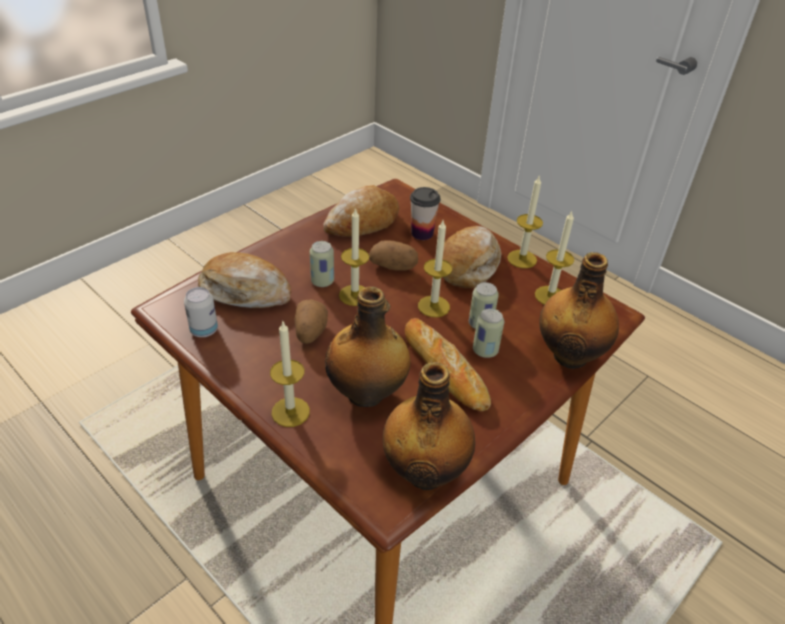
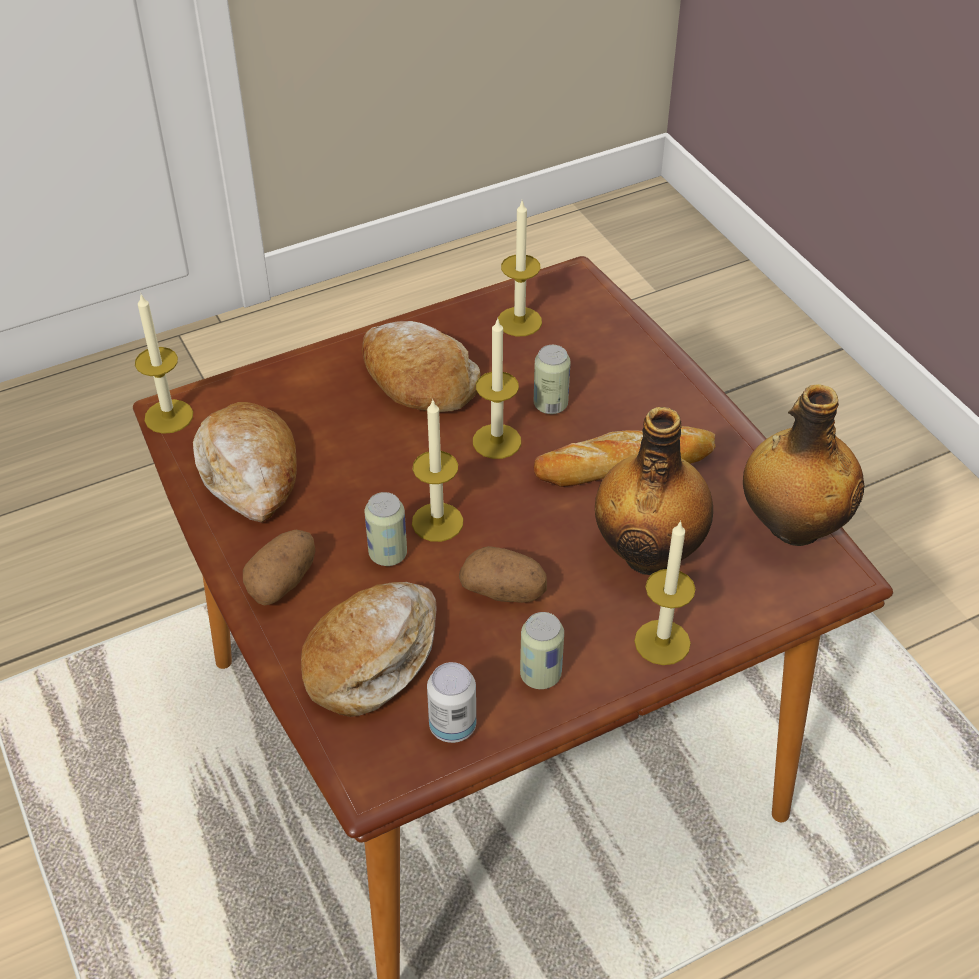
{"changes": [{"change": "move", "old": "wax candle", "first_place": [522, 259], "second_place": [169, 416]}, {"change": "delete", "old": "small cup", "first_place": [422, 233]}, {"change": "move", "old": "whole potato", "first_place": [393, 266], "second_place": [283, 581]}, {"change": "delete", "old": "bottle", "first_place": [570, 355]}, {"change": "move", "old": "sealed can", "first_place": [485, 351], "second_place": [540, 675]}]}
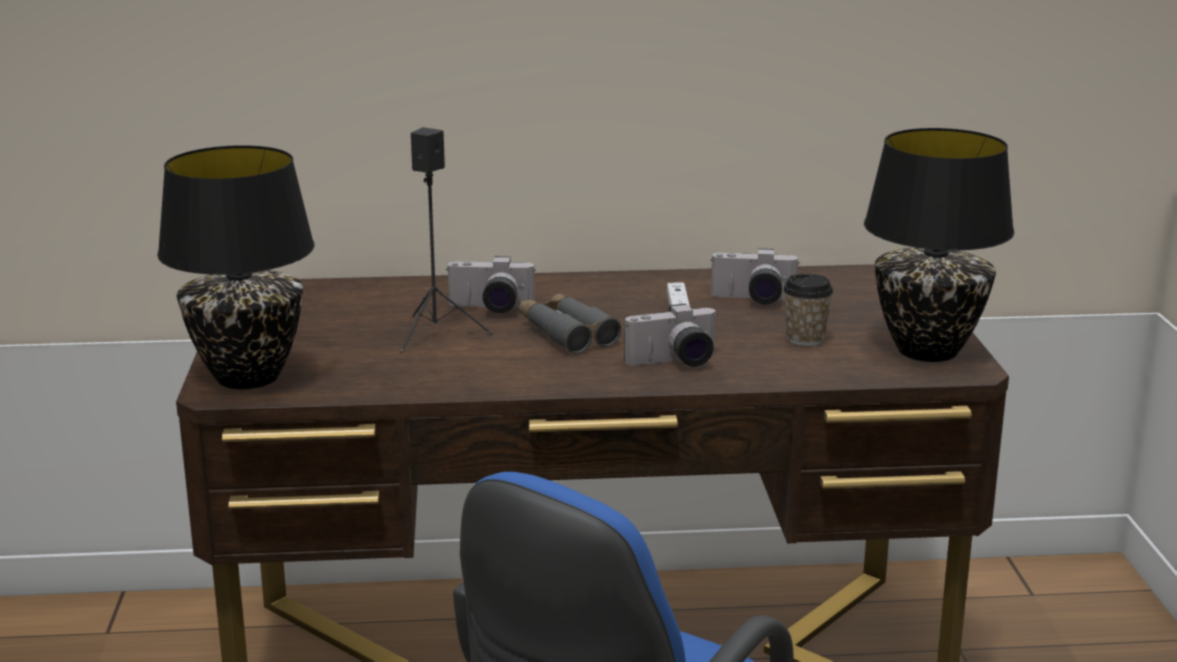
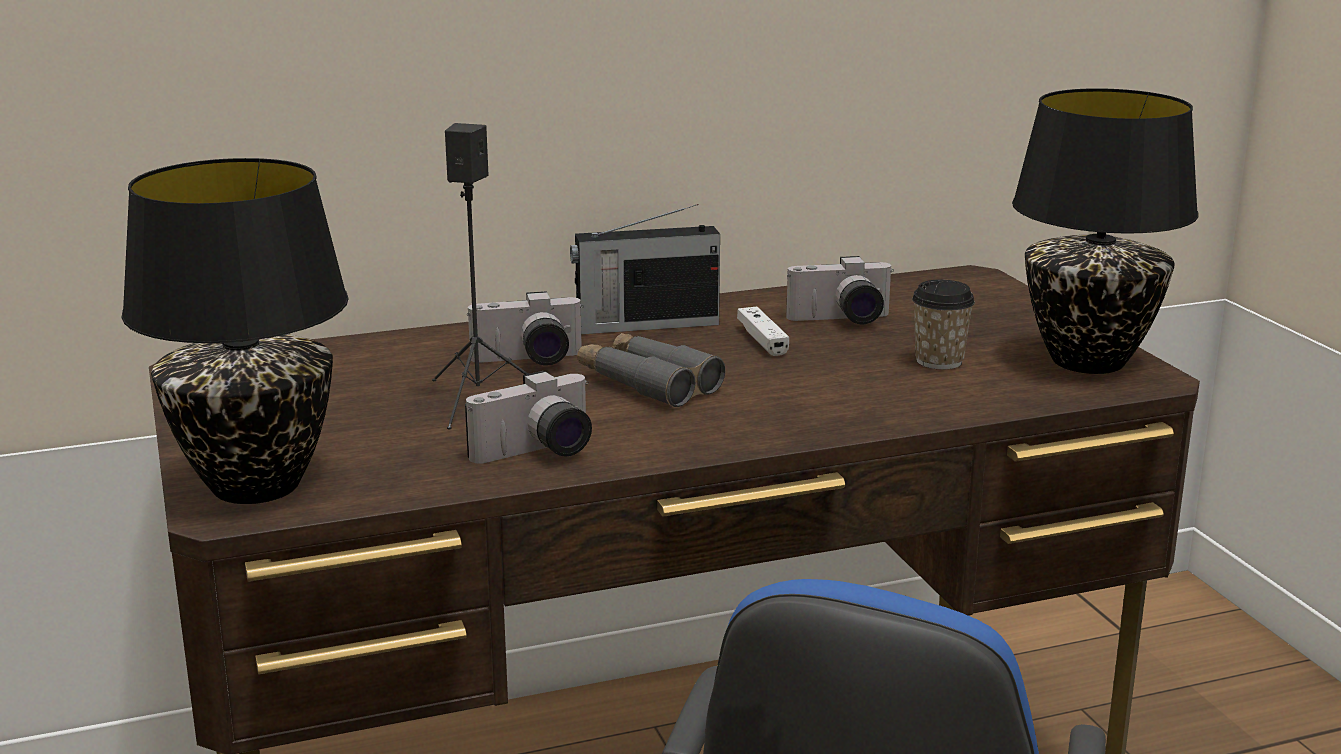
{"changes": [{"change": "move", "old": "photo camera", "first_place": [674, 362], "second_place": [538, 453]}, {"change": "insert", "new": "radio set", "second_place": [644, 324]}]}
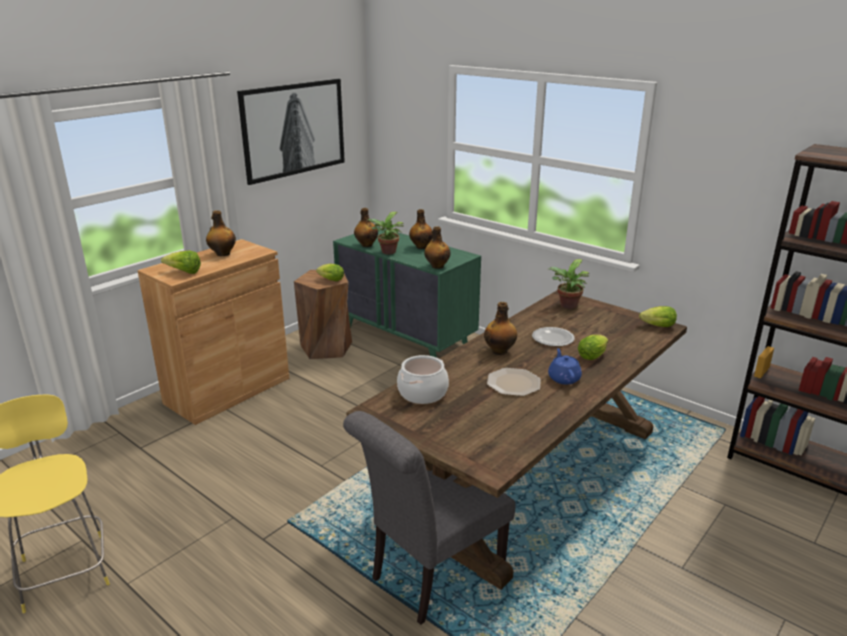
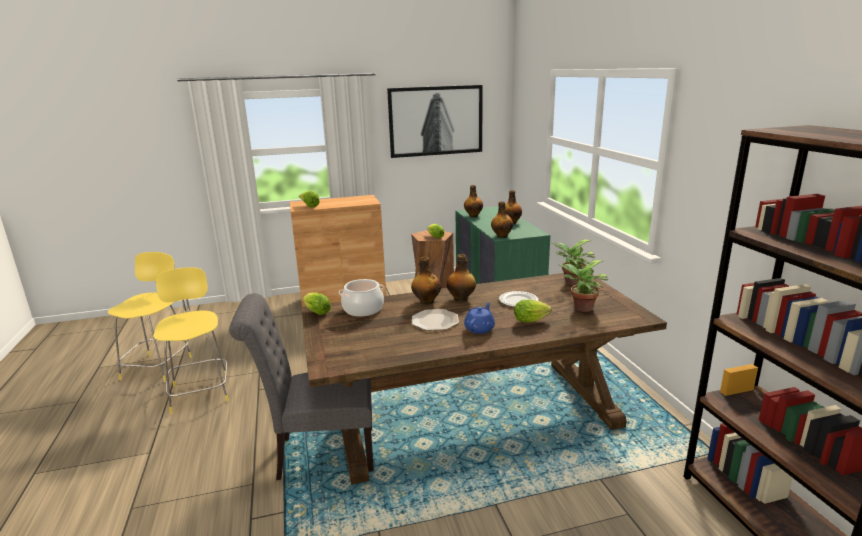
{"changes": [{"change": "move", "old": "bottle", "first_place": [222, 254], "second_place": [426, 301]}, {"change": "move", "old": "houseplant", "first_place": [387, 252], "second_place": [581, 308]}, {"change": "move", "old": "head of lettuce", "first_place": [655, 326], "second_place": [315, 312]}, {"change": "insert", "new": "yellowish sitting stool", "second_place": [200, 392]}]}
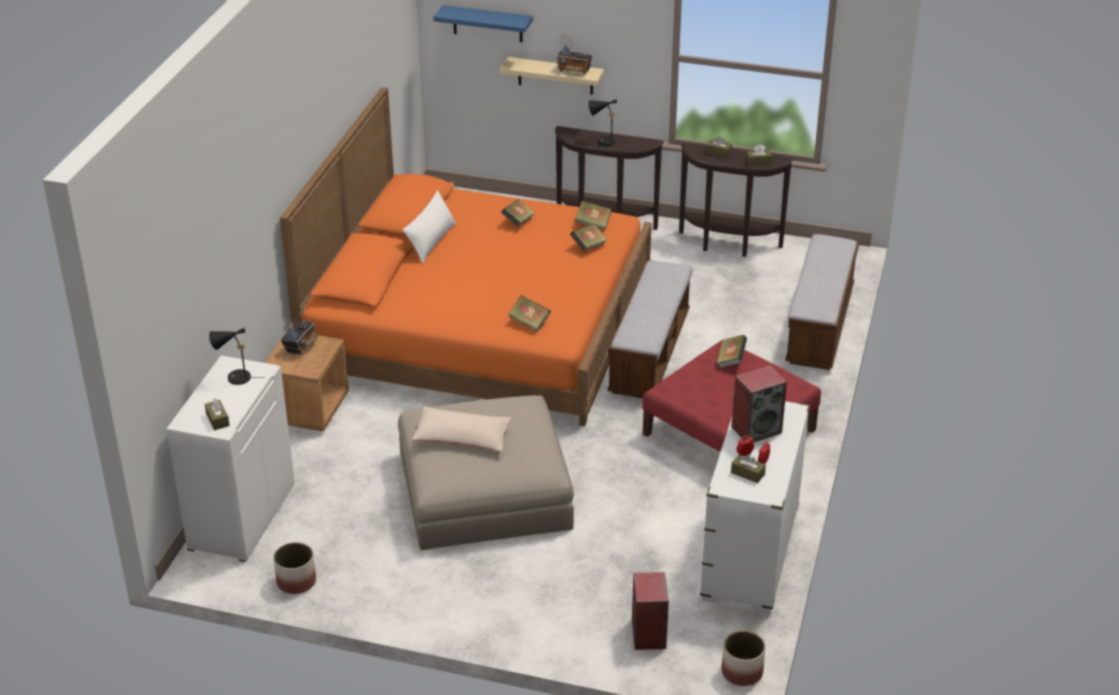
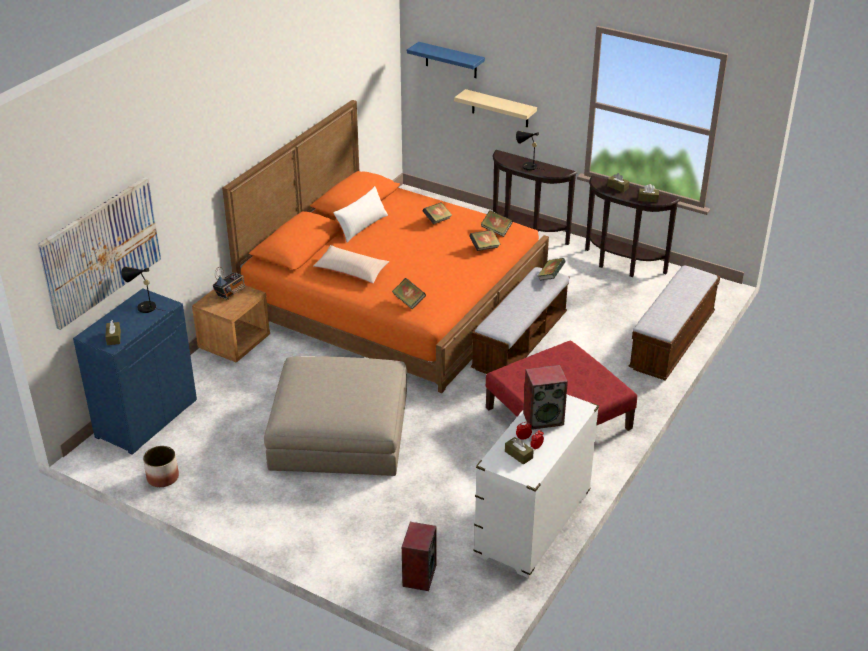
{"changes": [{"change": "delete", "old": "radio set", "first_place": [574, 71]}, {"change": "move", "old": "book", "first_place": [731, 360], "second_place": [550, 276]}, {"change": "recolor", "old": "white-coloured storage cabinet", "new": "bluish storage cabinet", "first_place": [241, 516], "second_place": [146, 418]}, {"change": "move", "old": "sand-coloured throw pillow", "first_place": [462, 437], "second_place": [351, 271]}, {"change": "delete", "old": "plant pot", "first_place": [742, 672]}, {"change": "insert", "new": "wall picture", "second_place": [101, 251]}]}
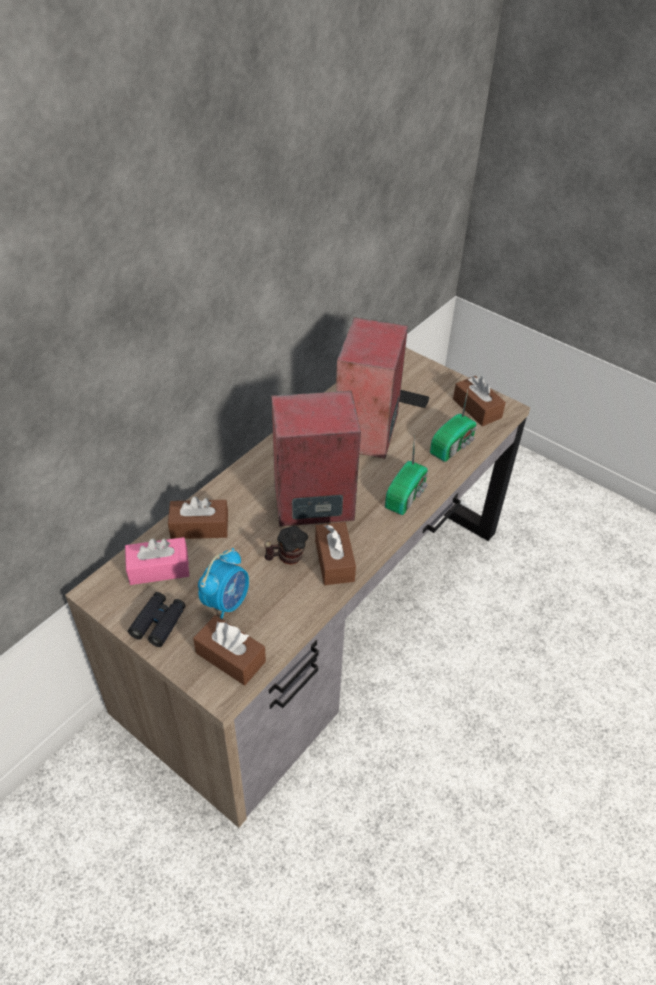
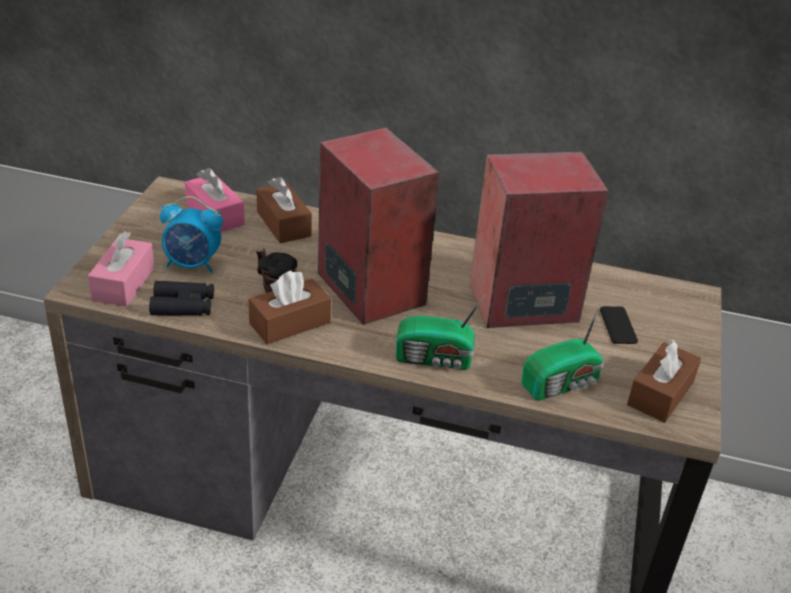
{"changes": [{"change": "rotate", "old": "radio set", "first_place": [453, 445], "second_place": [562, 384], "degrees": -45}, {"change": "move", "old": "black-coloured field glasses", "first_place": [158, 622], "second_place": [183, 305]}, {"change": "recolor", "old": "brownish tissue box", "new": "pink tissue box", "first_place": [230, 657], "second_place": [123, 283]}]}
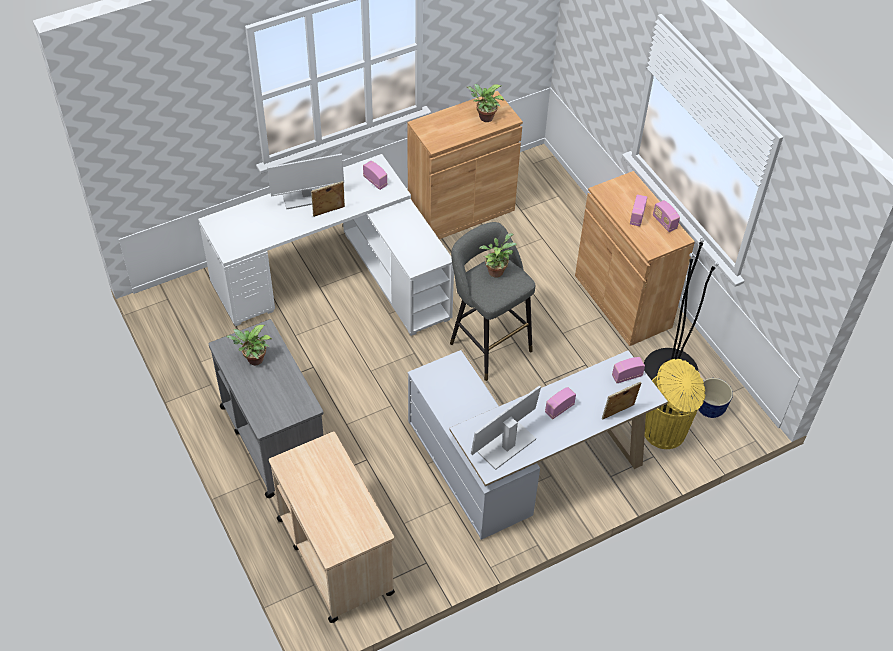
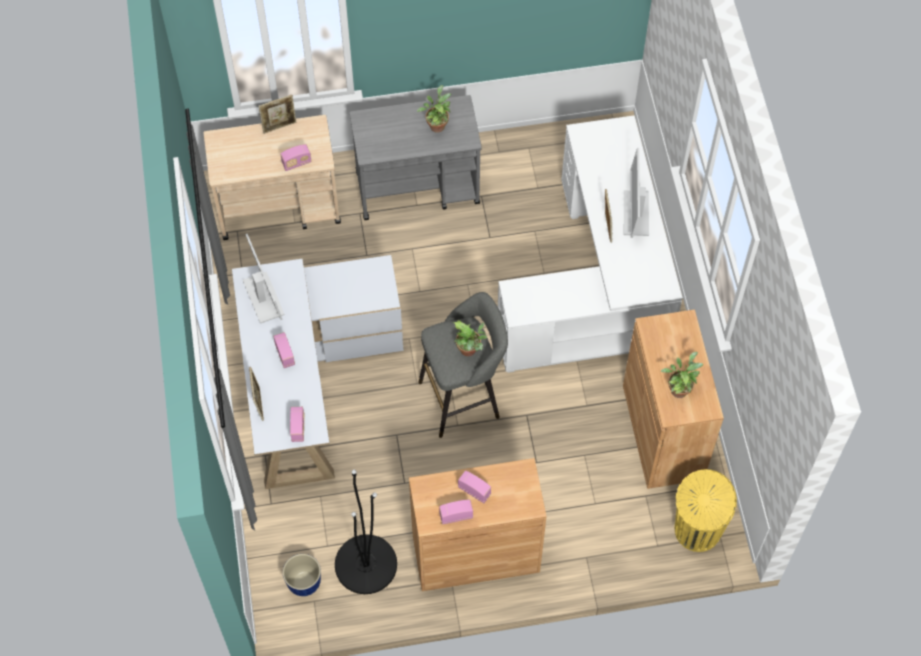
{"changes": [{"change": "move", "old": "radio set", "first_place": [375, 181], "second_place": [296, 163]}, {"change": "move", "old": "yellowish waste bin", "first_place": [666, 431], "second_place": [696, 531]}, {"change": "insert", "new": "standing frame", "second_place": [279, 126]}]}
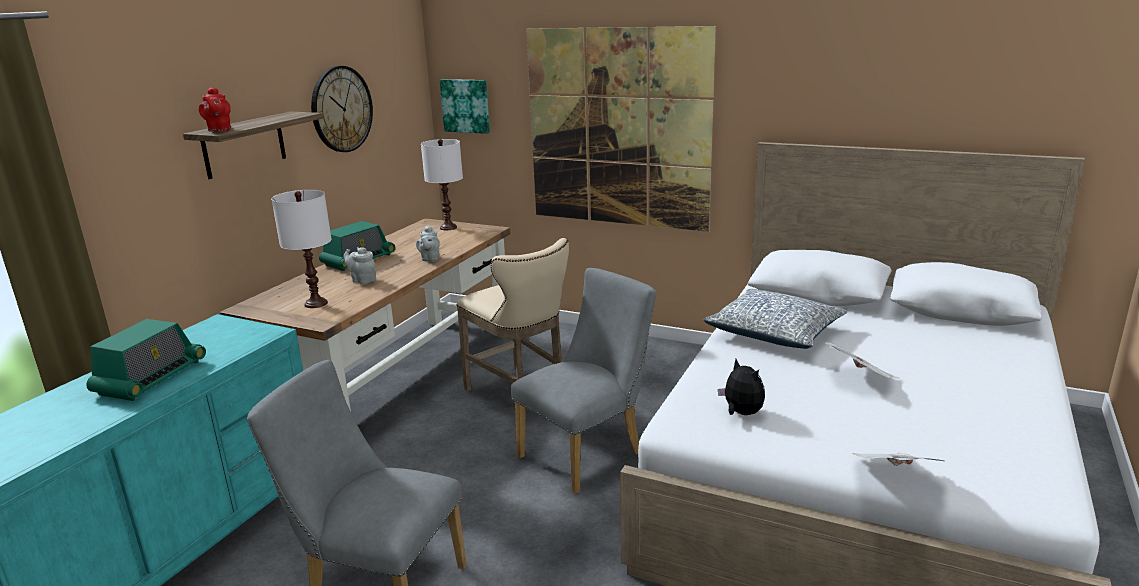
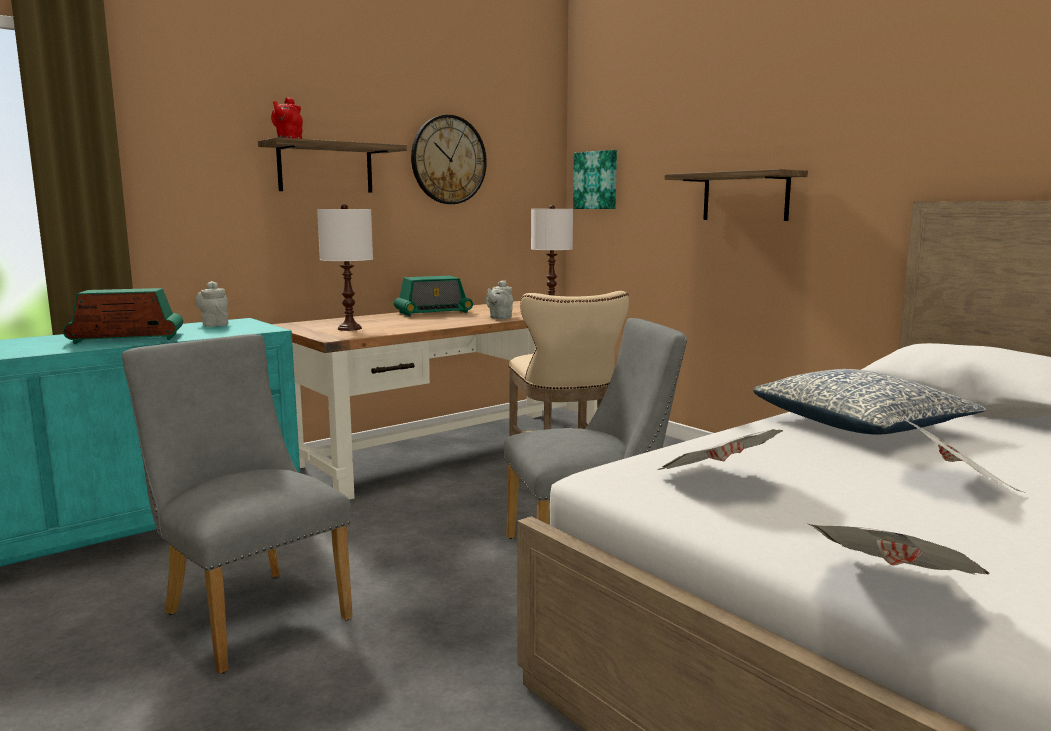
{"changes": [{"change": "replace", "old": "wall picture", "new": "wall shelf", "first_place": [617, 129], "second_place": [745, 196]}, {"change": "move", "old": "greyish pot for tea", "first_place": [362, 280], "second_place": [214, 325]}, {"change": "rotate", "old": "radio set", "first_place": [151, 378], "second_place": [127, 338], "degrees": -150}, {"change": "replace", "old": "cuddly toy", "new": "printed paper", "first_place": [741, 413], "second_place": [716, 481]}]}
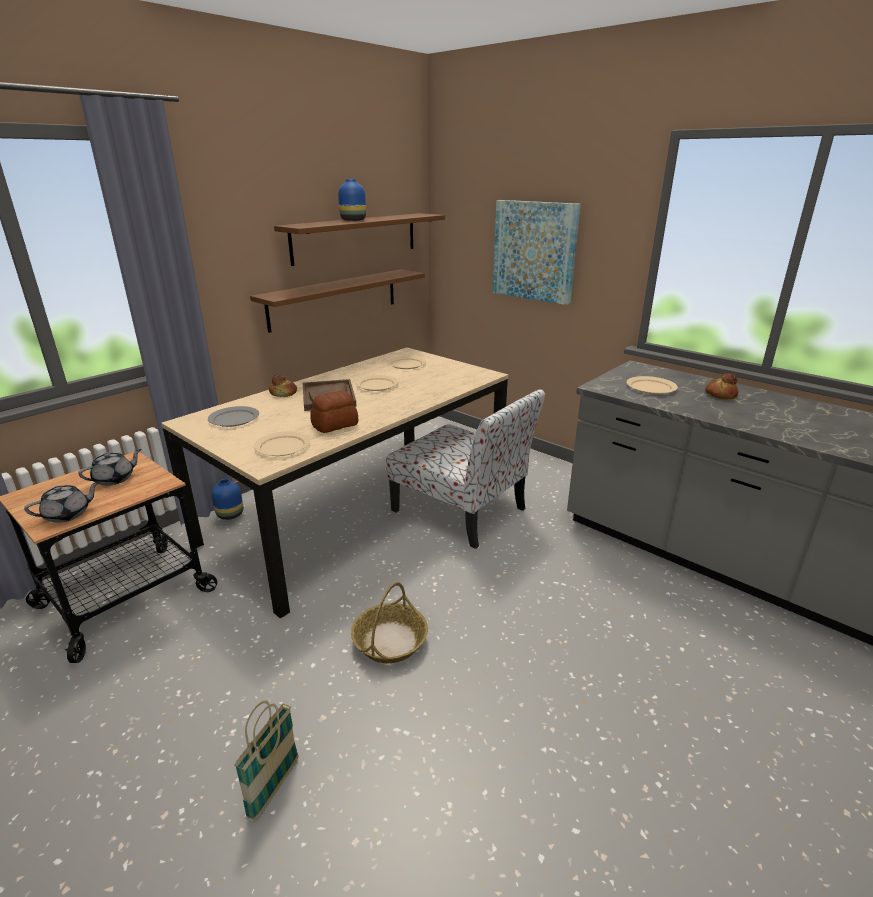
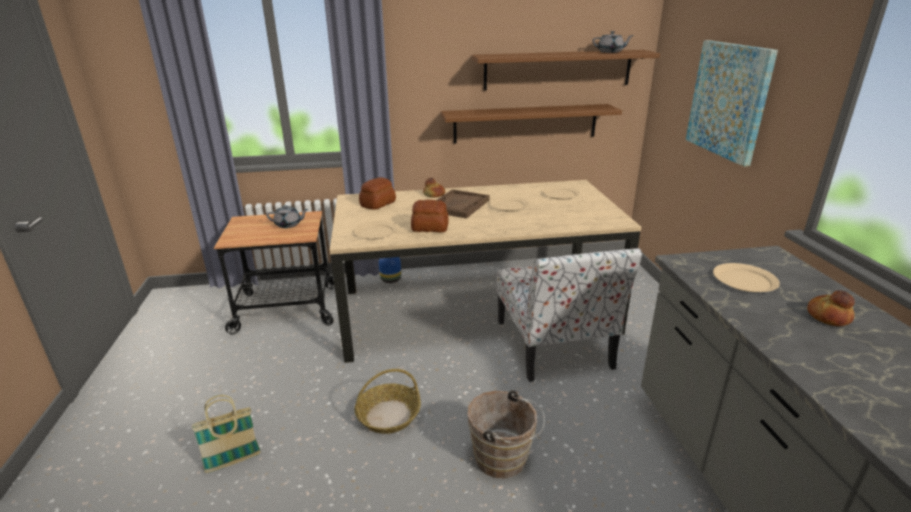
{"changes": [{"change": "delete", "old": "bluish decorative vase", "first_place": [353, 220]}, {"change": "replace", "old": "greyish dinner plate", "new": "bakery bread", "first_place": [233, 419], "second_place": [377, 204]}, {"change": "move", "old": "greyish pot for tea", "first_place": [68, 514], "second_place": [611, 52]}, {"change": "insert", "new": "brownish pail", "second_place": [504, 460]}]}
